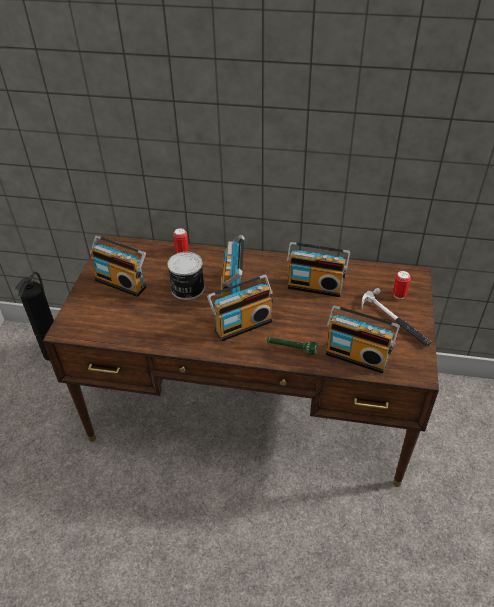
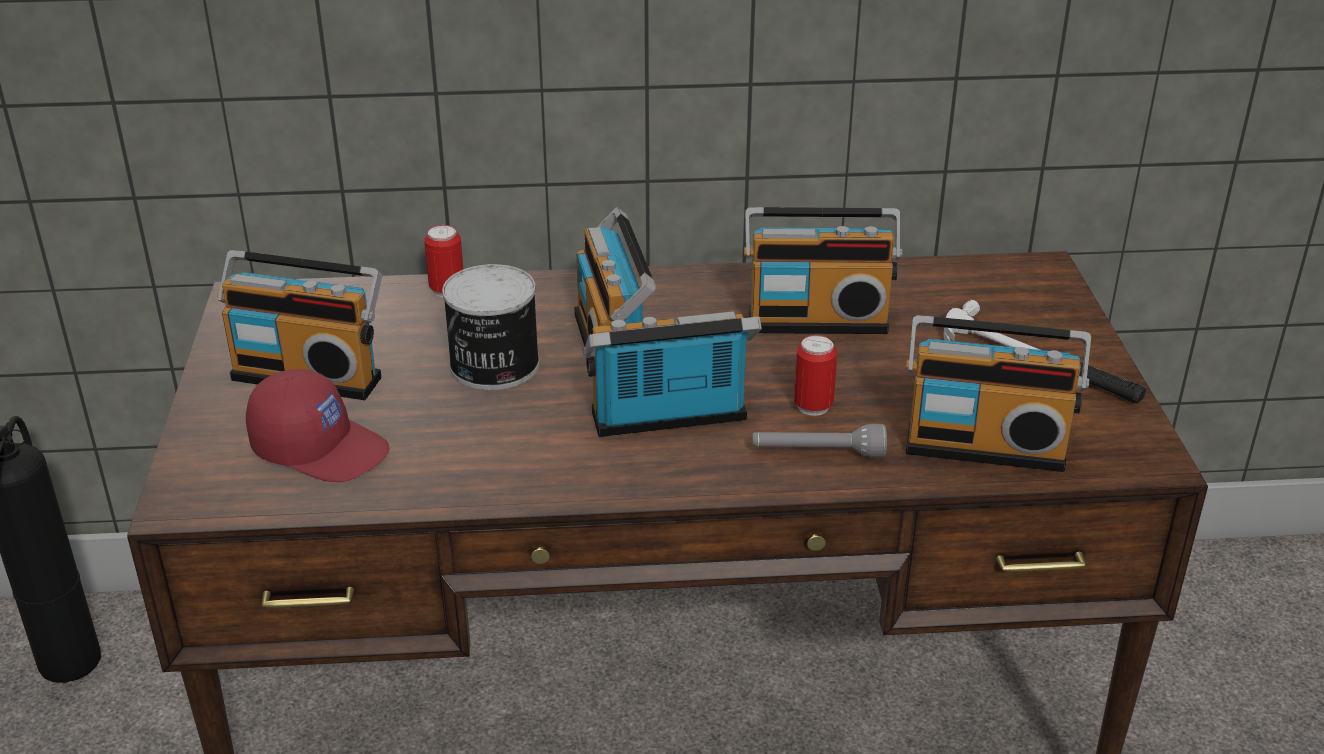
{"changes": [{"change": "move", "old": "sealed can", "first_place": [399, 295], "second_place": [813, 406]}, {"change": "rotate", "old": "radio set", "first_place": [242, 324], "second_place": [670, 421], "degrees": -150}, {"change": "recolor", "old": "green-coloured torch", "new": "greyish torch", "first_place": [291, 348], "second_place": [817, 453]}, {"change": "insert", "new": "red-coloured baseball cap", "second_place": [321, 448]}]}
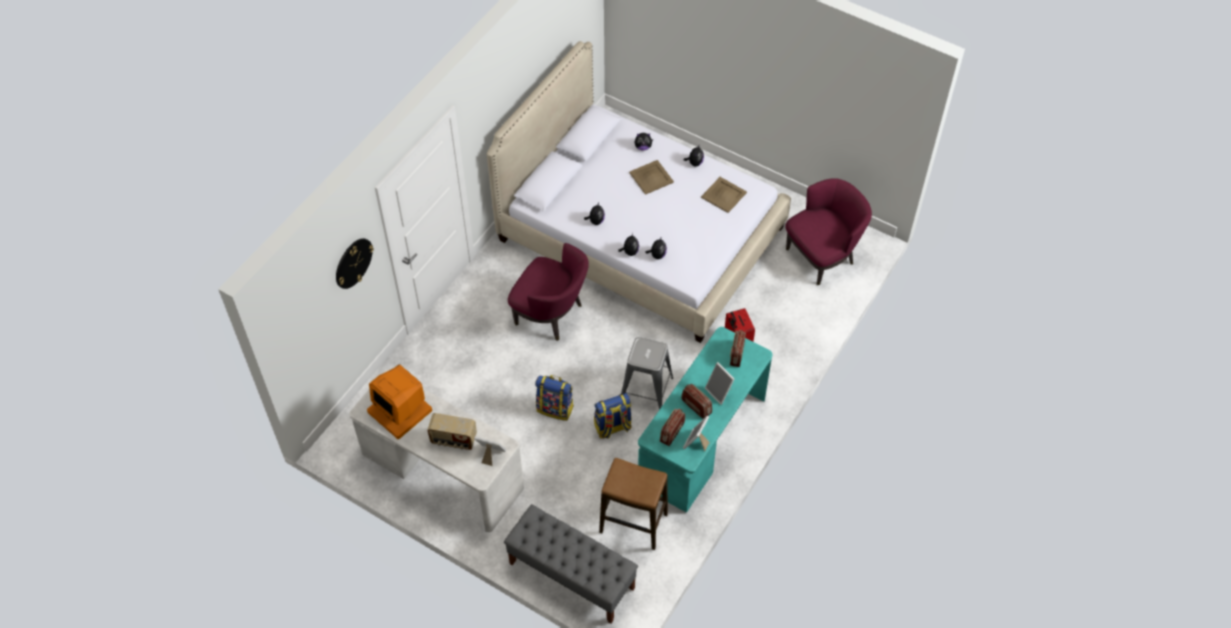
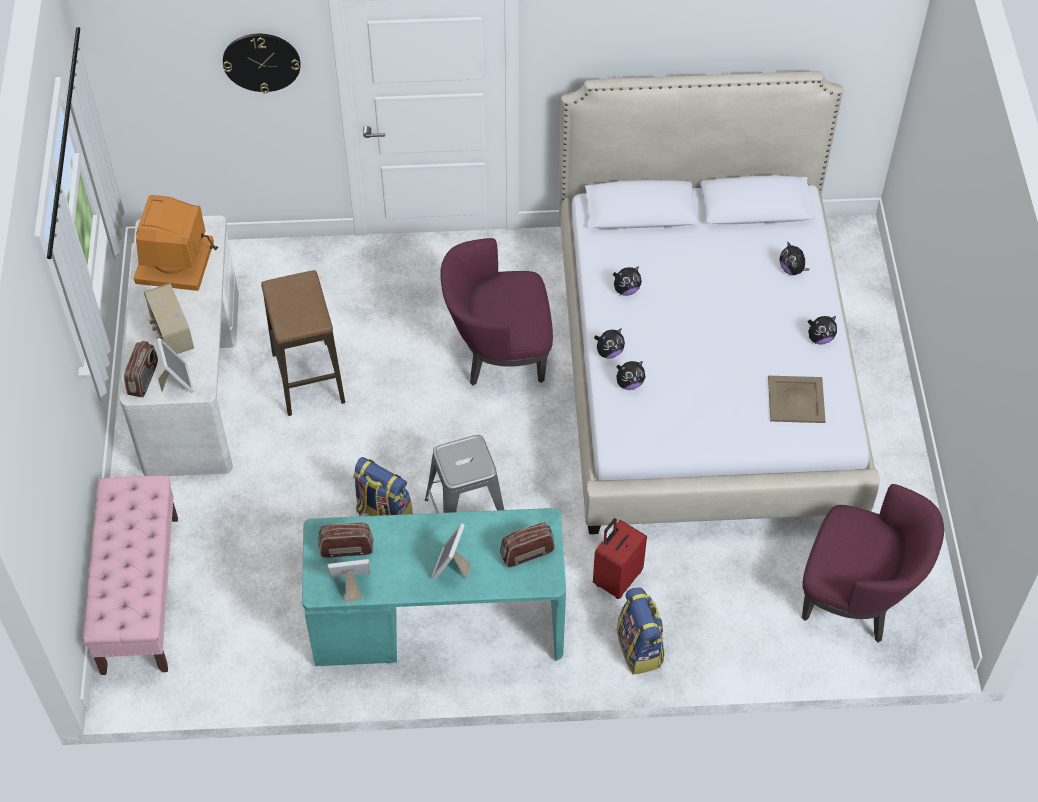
{"changes": [{"change": "delete", "old": "sand-coloured tray", "first_place": [651, 177]}, {"change": "rotate", "old": "purple-coloured easy chair", "first_place": [551, 314], "second_place": [498, 352], "degrees": 90}, {"change": "move", "old": "backpack", "first_place": [555, 408], "second_place": [640, 649]}, {"change": "move", "old": "radio set", "first_place": [696, 406], "second_place": [144, 379]}, {"change": "move", "old": "sitting stool", "first_place": [633, 523], "second_place": [308, 378]}, {"change": "recolor", "old": "greyish indoor bench", "new": "pink indoor bench", "first_place": [571, 575], "second_place": [140, 593]}]}
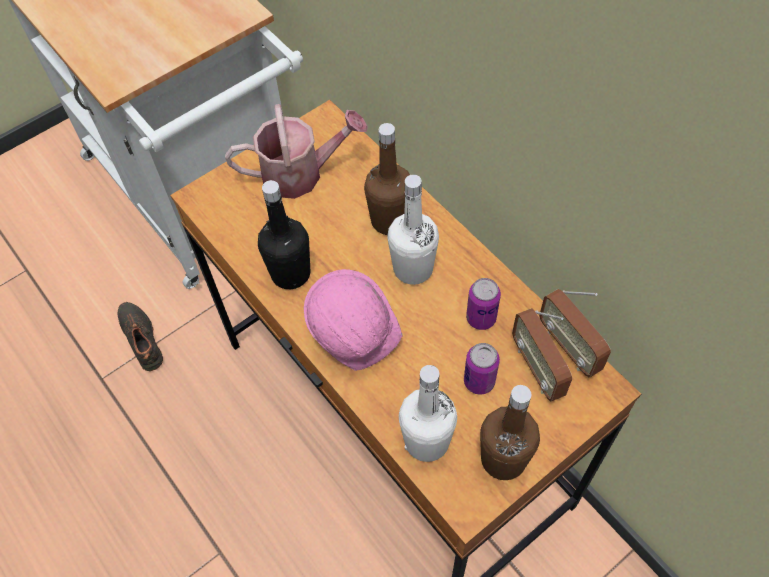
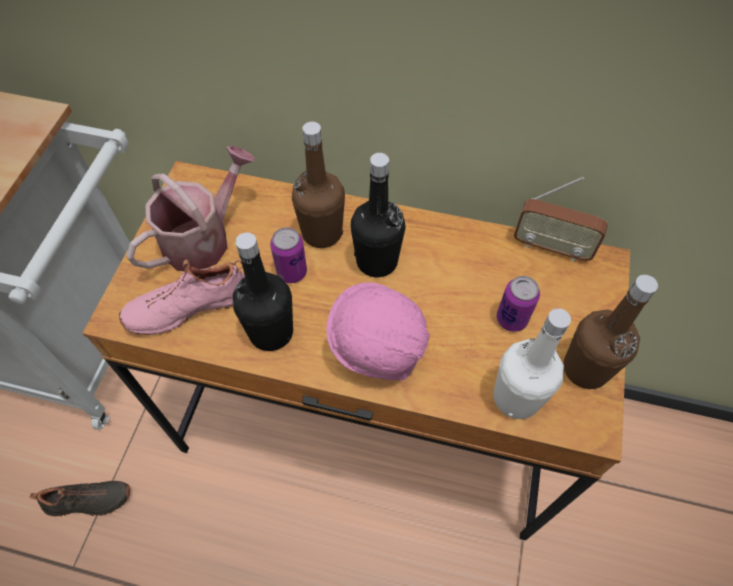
{"changes": [{"change": "recolor", "old": "white-coloured bottle", "new": "black-coloured bottle", "first_place": [413, 268], "second_place": [377, 261]}, {"change": "move", "old": "sealed can", "first_place": [481, 318], "second_place": [292, 272]}, {"change": "rotate", "old": "black-coloured item of footwear", "first_place": [143, 338], "second_place": [88, 502], "degrees": 150}, {"change": "delete", "old": "radio set", "first_place": [537, 368]}, {"change": "insert", "new": "pink item of footwear", "second_place": [188, 304]}]}
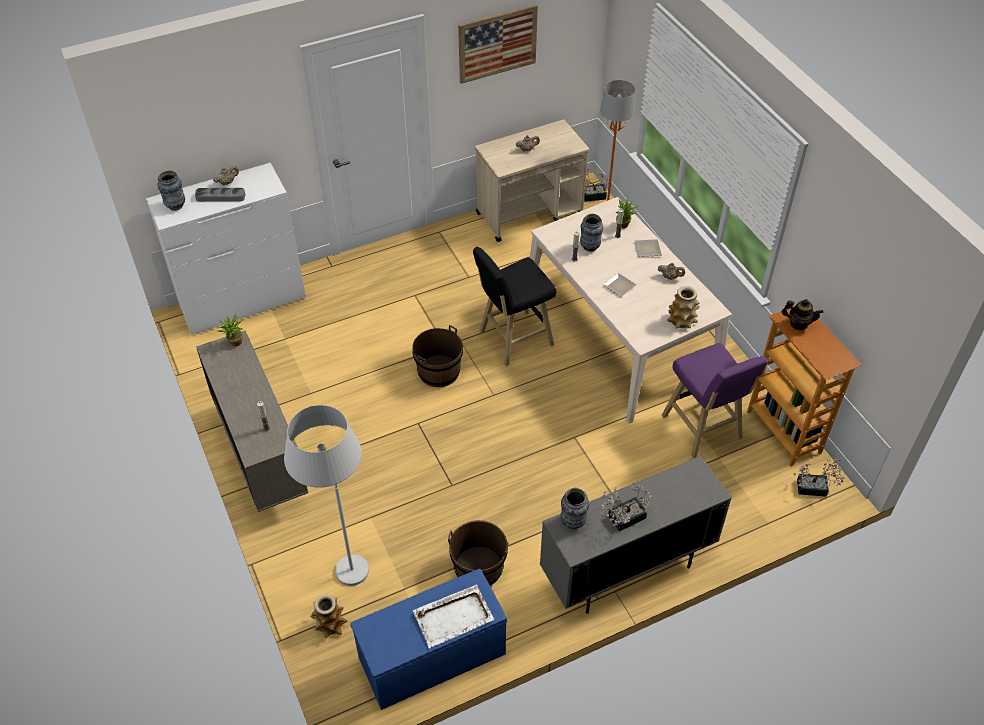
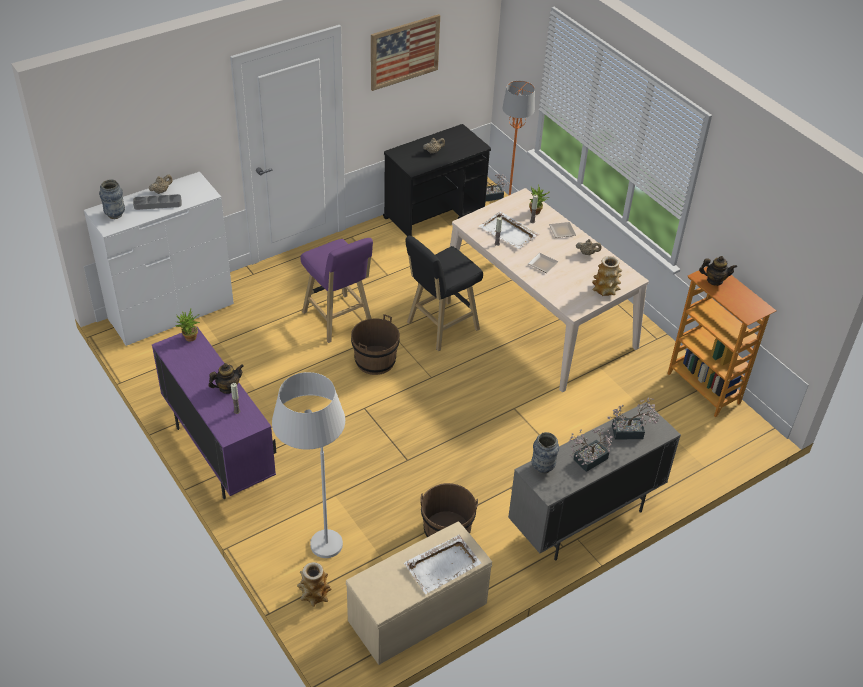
{"changes": [{"change": "recolor", "old": "sand-coloured trolley", "new": "black-coloured trolley", "first_place": [530, 213], "second_place": [435, 215]}, {"change": "replace", "old": "decorative vase", "new": "white-coloured tray", "first_place": [590, 247], "second_place": [509, 232]}, {"change": "recolor", "old": "sand-coloured storage cabinet", "new": "purple-coloured storage cabinet", "first_place": [262, 460], "second_place": [219, 454]}, {"change": "move", "old": "purple-coloured sitting stool", "first_place": [703, 430], "second_place": [338, 320]}, {"change": "move", "old": "houseplant", "first_place": [815, 488], "second_place": [631, 432]}, {"change": "recolor", "old": "bluish indoor bench", "new": "sand-coloured indoor bench", "first_place": [431, 657], "second_place": [417, 613]}, {"change": "insert", "new": "pot for tea", "second_place": [227, 388]}]}
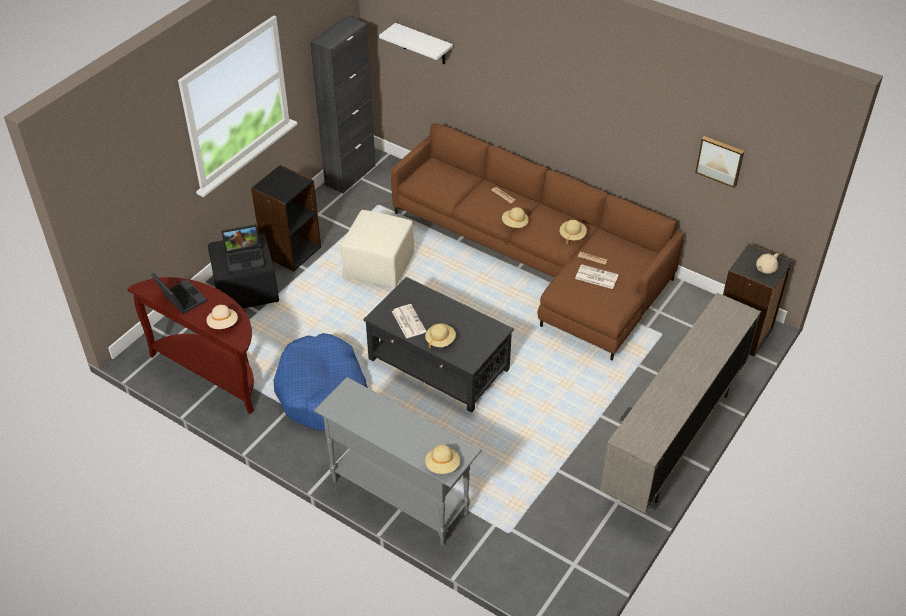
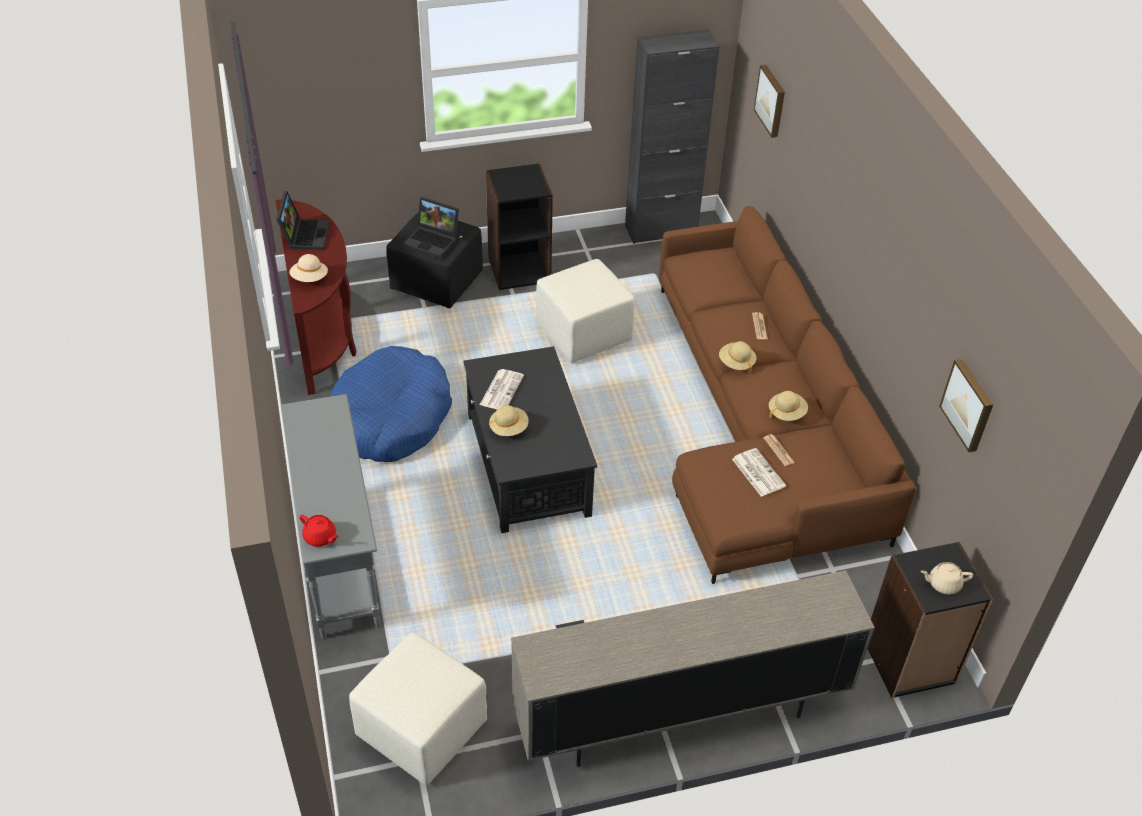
{"changes": [{"change": "replace", "old": "white-coloured wall shelf", "new": "wall picture", "first_place": [424, 44], "second_place": [771, 100]}, {"change": "replace", "old": "sand-coloured clothing hat", "new": "red-coloured pot for tea", "first_place": [442, 465], "second_place": [320, 537]}, {"change": "insert", "new": "sand-coloured ottoman", "second_place": [420, 729]}]}
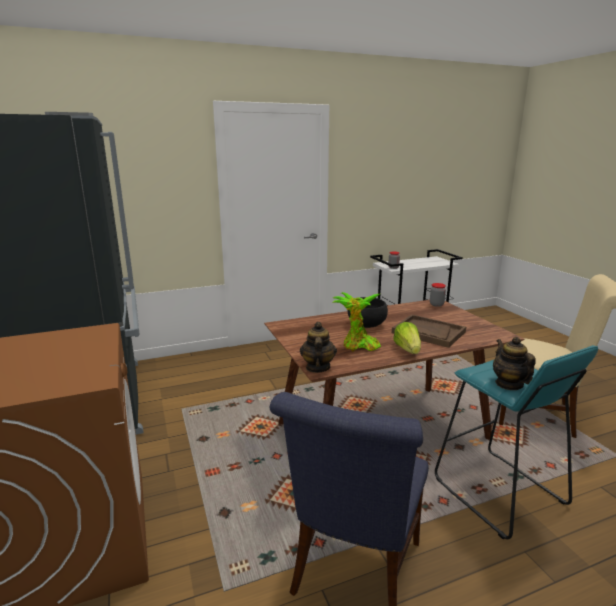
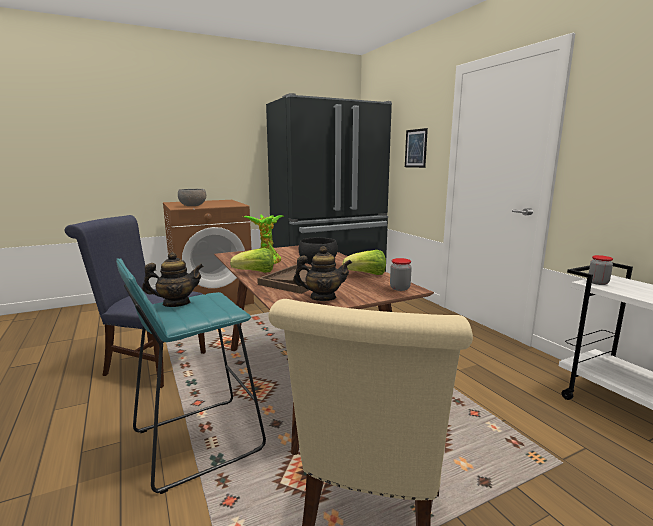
{"changes": [{"change": "move", "old": "pot for tea", "first_place": [317, 367], "second_place": [323, 298]}, {"change": "insert", "new": "wall picture", "second_place": [416, 148]}, {"change": "insert", "new": "greyish bowl", "second_place": [193, 206]}, {"change": "insert", "new": "head of lettuce", "second_place": [366, 274]}]}
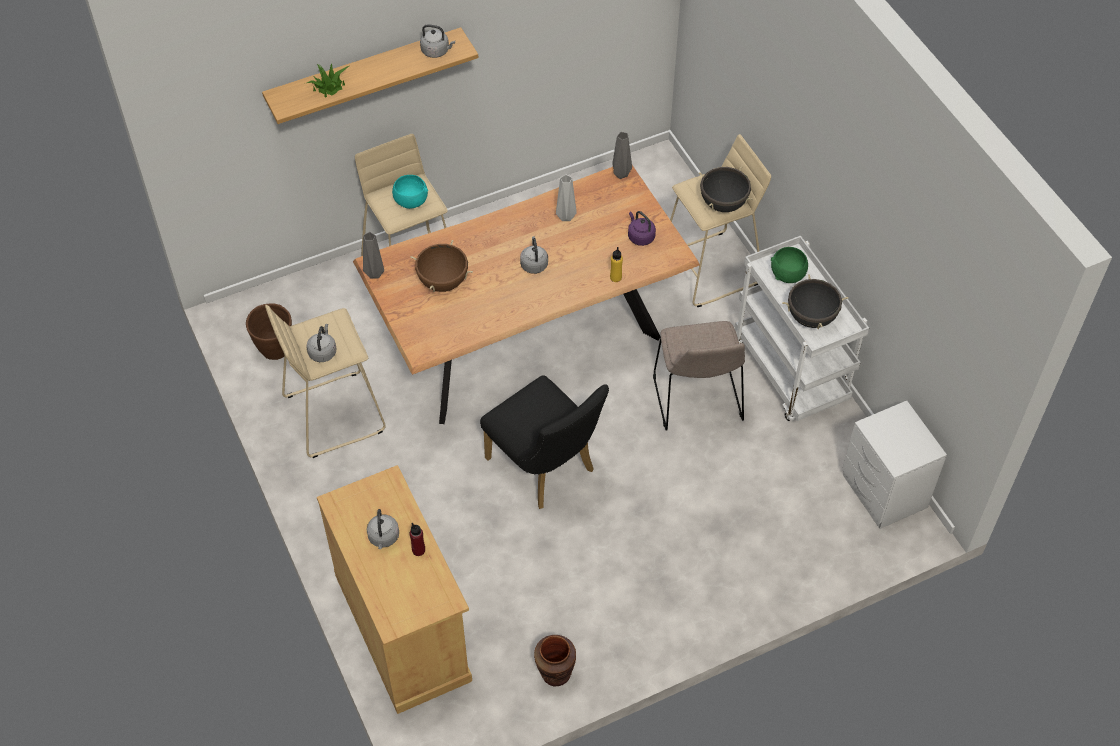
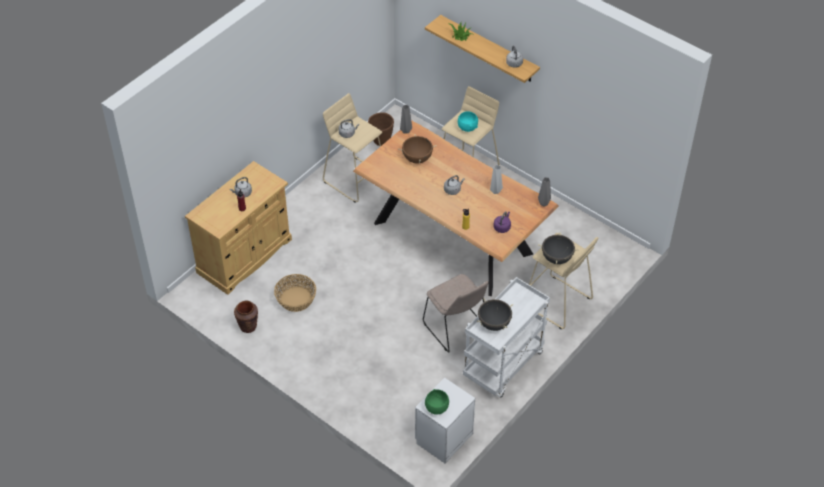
{"changes": [{"change": "move", "old": "green-coloured bowl", "first_place": [788, 275], "second_place": [437, 408]}, {"change": "rotate", "old": "sand-coloured plain chair", "first_place": [697, 400], "second_place": [457, 328], "degrees": -90}, {"change": "delete", "old": "black-coloured plain chair", "first_place": [545, 469]}, {"change": "insert", "new": "household basket", "second_place": [295, 299]}]}
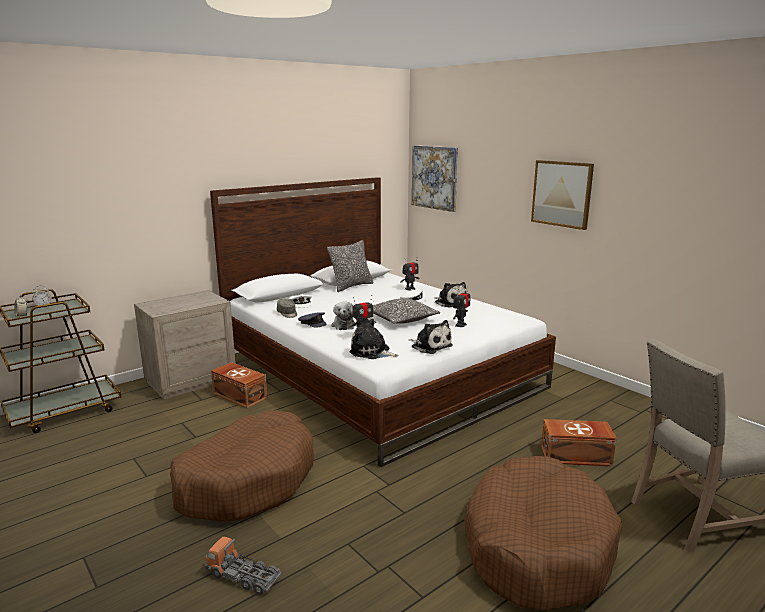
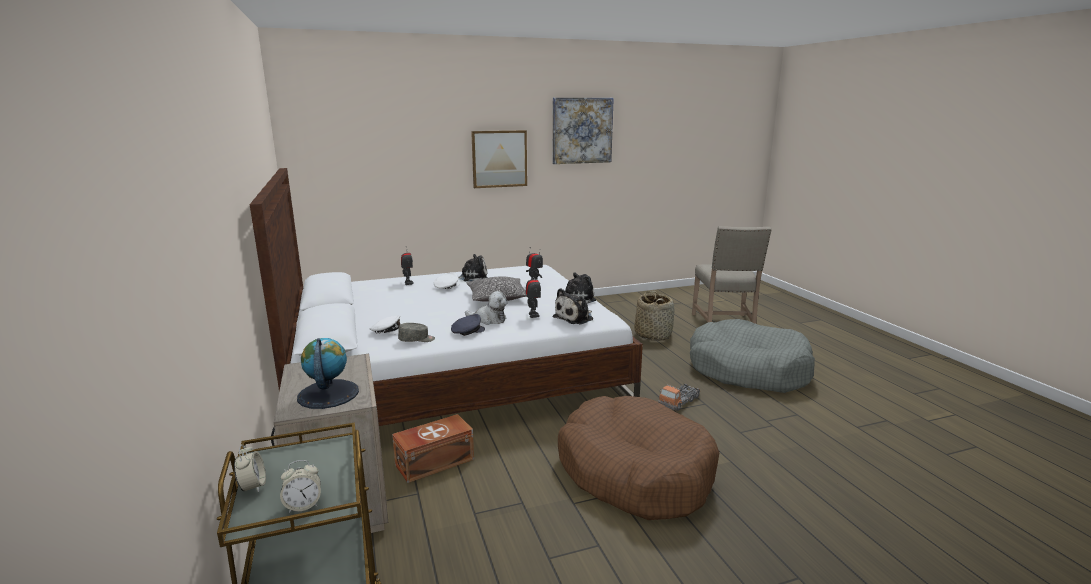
{"changes": [{"change": "move", "old": "wall picture", "first_place": [434, 177], "second_place": [582, 130]}, {"change": "delete", "old": "throw pillow", "first_place": [351, 286]}, {"change": "replace", "old": "brownish storage bin", "new": "household basket", "first_place": [577, 456], "second_place": [653, 335]}, {"change": "recolor", "old": "brownish dog cushion", "new": "greyish dog cushion", "first_place": [536, 546], "second_place": [748, 370]}, {"change": "move", "old": "toy lorry", "first_place": [243, 576], "second_place": [679, 402]}, {"change": "insert", "new": "desk globe", "second_place": [328, 394]}]}
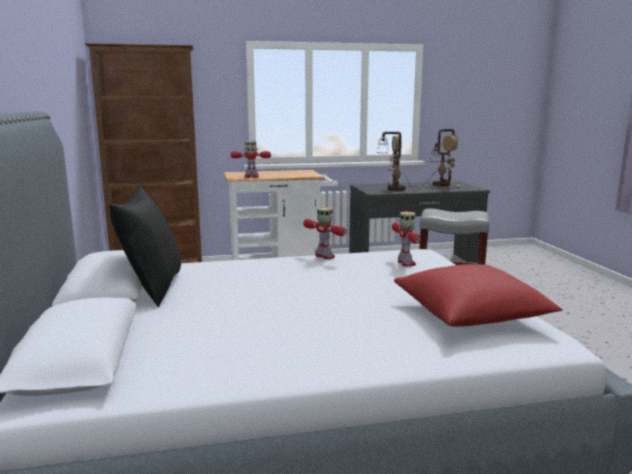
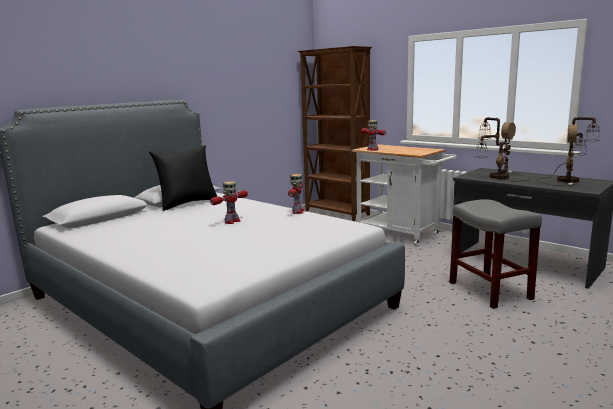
{"changes": [{"change": "move", "old": "robot figure", "first_place": [406, 263], "second_place": [232, 221]}, {"change": "delete", "old": "red-coloured throw pillow", "first_place": [470, 315]}]}
